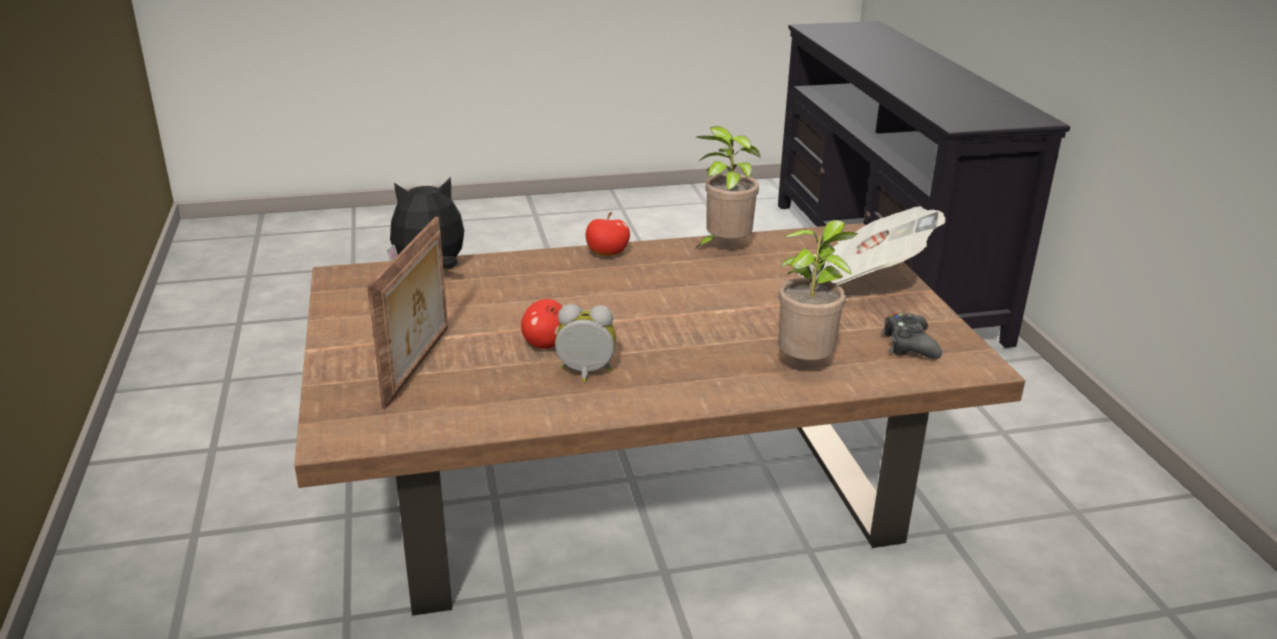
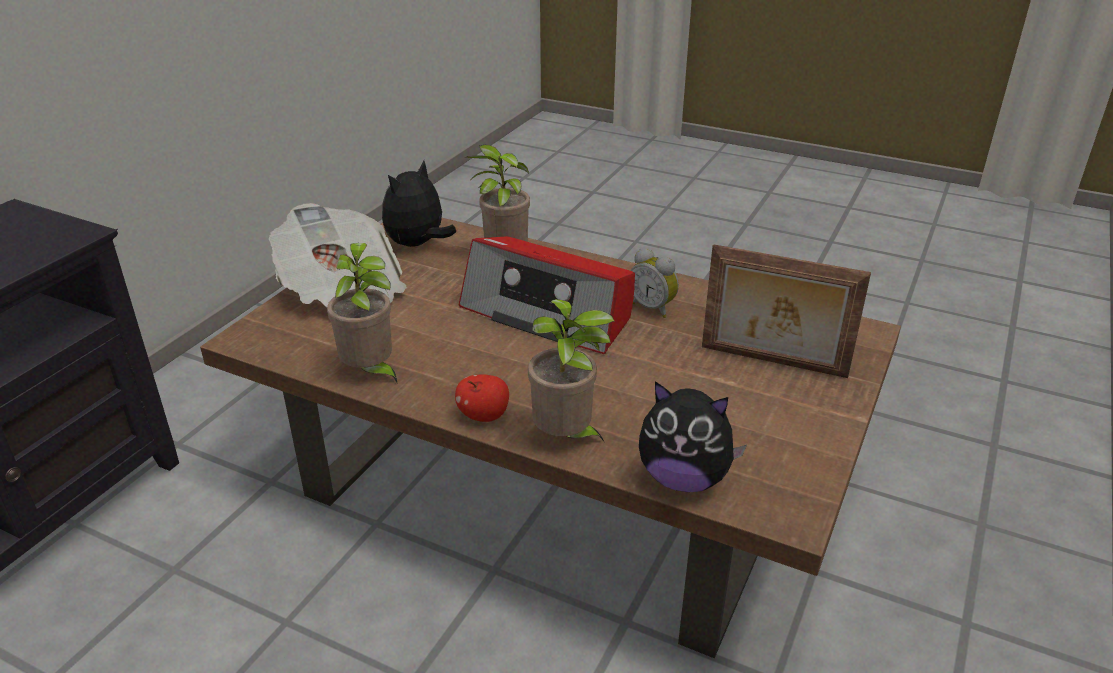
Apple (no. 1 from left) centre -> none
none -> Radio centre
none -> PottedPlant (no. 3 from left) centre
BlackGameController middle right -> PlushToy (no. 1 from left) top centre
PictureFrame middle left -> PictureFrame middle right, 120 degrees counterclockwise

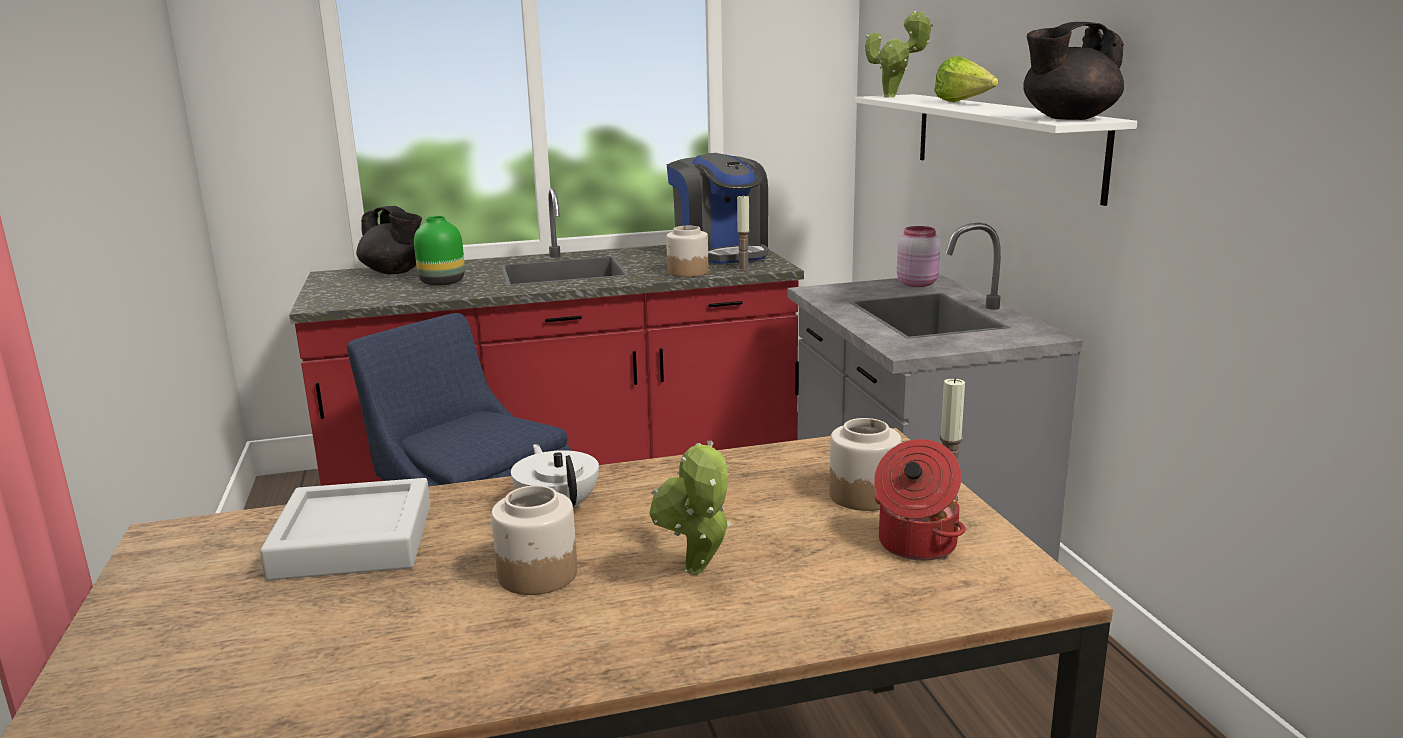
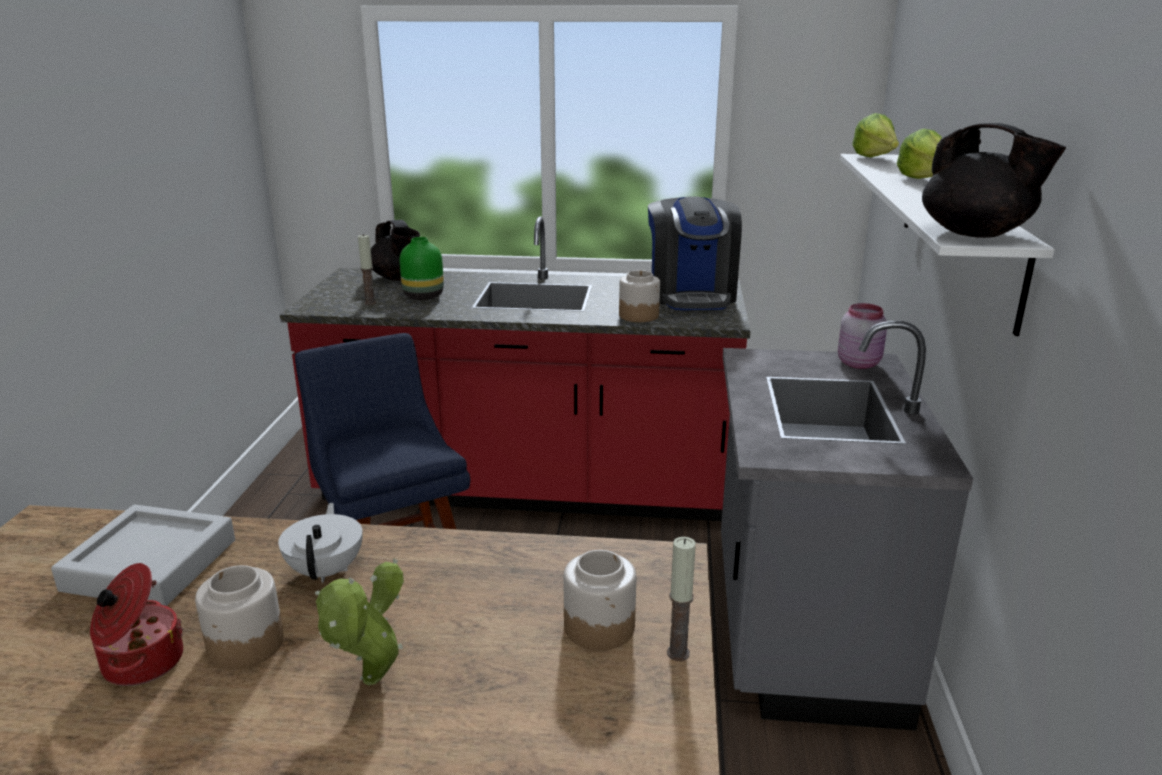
Candle (no. 1 from left) top centre -> Candle (no. 1 from left) middle left, shifted
CookingPot bottom centre -> CookingPot bottom left, shifted
PottedPlant (no. 2 from left) top centre -> Lettuce (no. 1 from left) top right
BlackTeapot (no. 2 from left) top right, 135 degrees counterclockwise

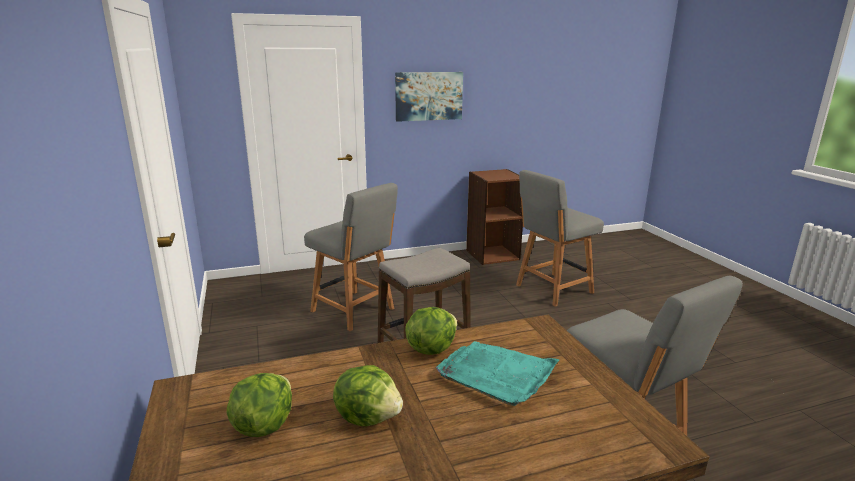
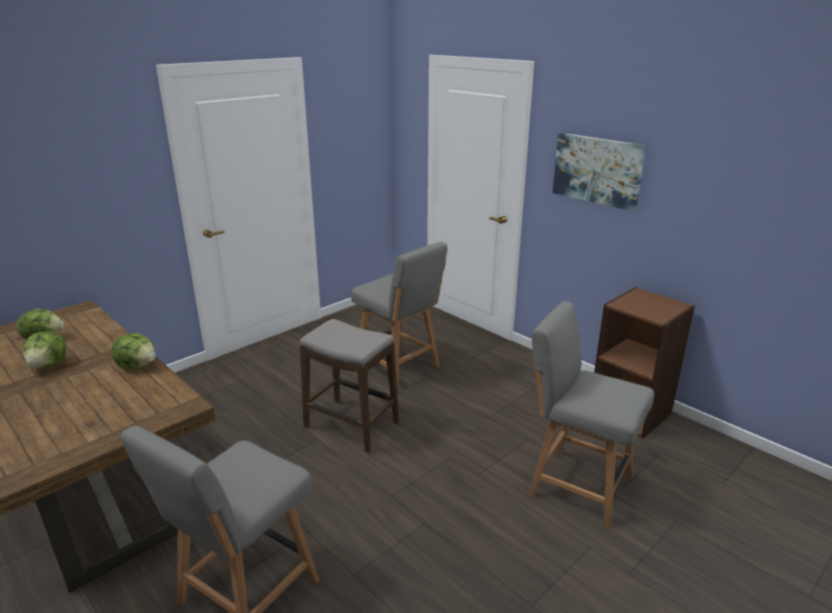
TurquoiseTray bottom centre -> none
GreyChair (no. 1 from left in the first image) centre -> GreyChair (no. 2 from left) centre, 60 degrees counterclockwise

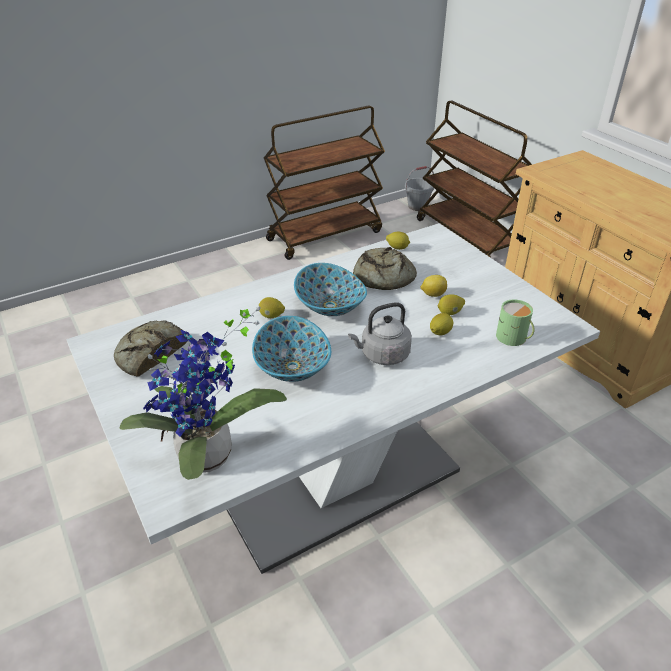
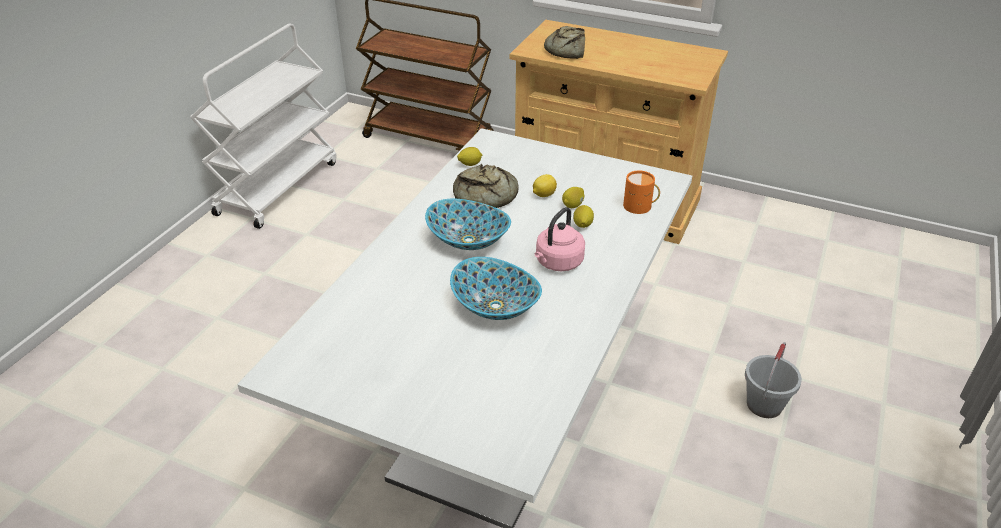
PottedPlant middle left -> none
Lemon (no. 1 from left) centre -> none
Bread (no. 1 from left in the first image) middle left -> Bread (no. 2 from left) top centre, shifted
GreyBucket top centre -> GreyBucket bottom right, shifted
BrownCart (no. 1 from left) top centre -> WhiteCart top left
GreyKettle centre -> PinkKettle centre
GreenMug middle right -> OrangeMug centre

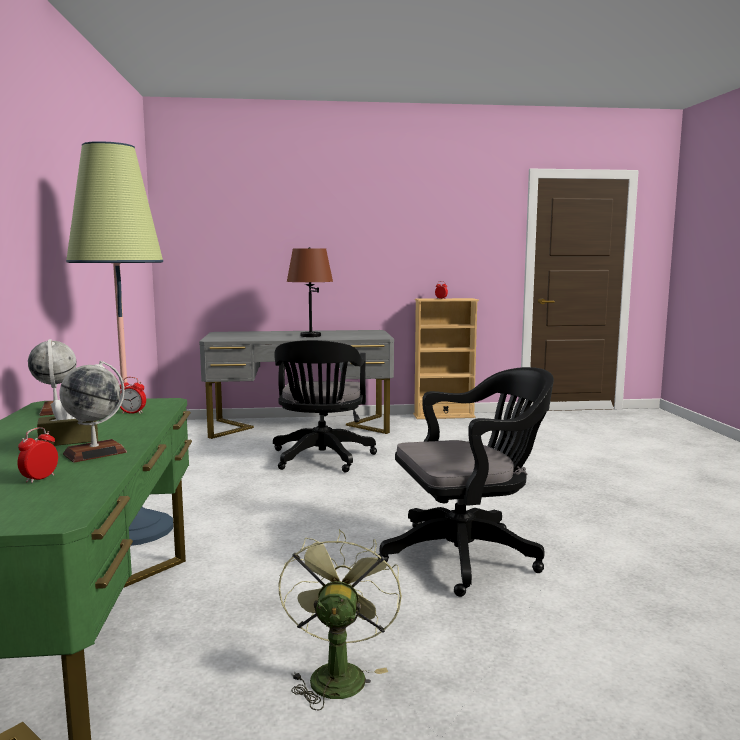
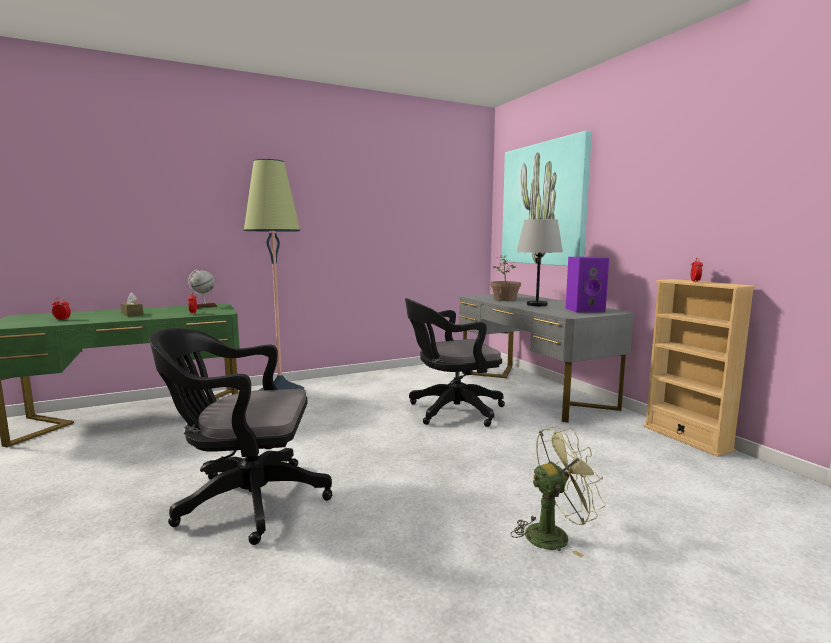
Globe (no. 2 from left) middle left -> none
none -> PottedPlant centre
none -> Picture top centre
none -> PurpleSpeaker middle right
GreenFan bottom centre -> GreenFan bottom right, shifted
BrownTableLamp centre -> GreyTableLamp centre
BlackOfficeChair (no. 2 from left in the first image) centre -> BlackOfficeChair (no. 1 from left) bottom left, 120 degrees clockwise

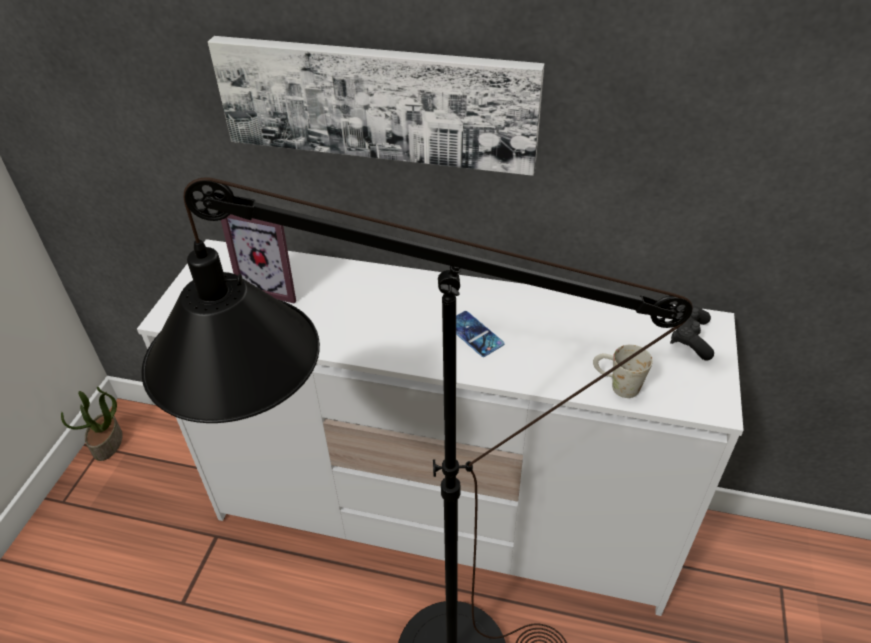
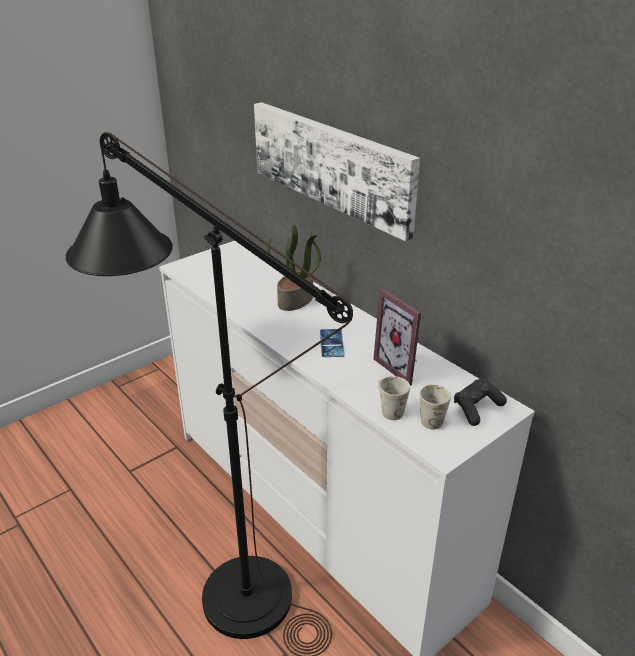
none -> WhiteMug (no. 2 from left) middle right
PottedPlant middle left -> PottedPlant centre, shifted
PictureFrame middle left -> PictureFrame centre, shifted

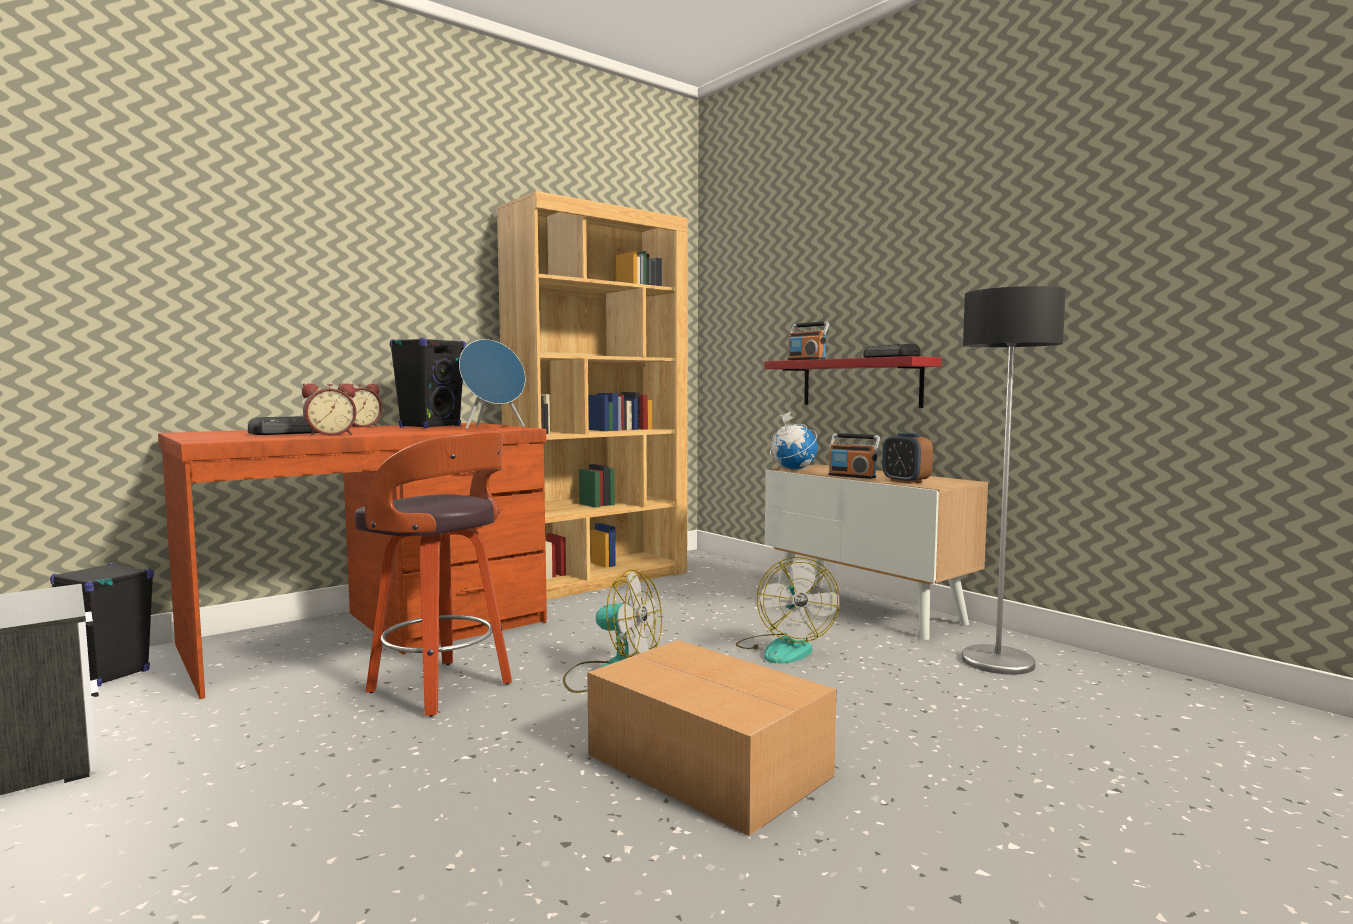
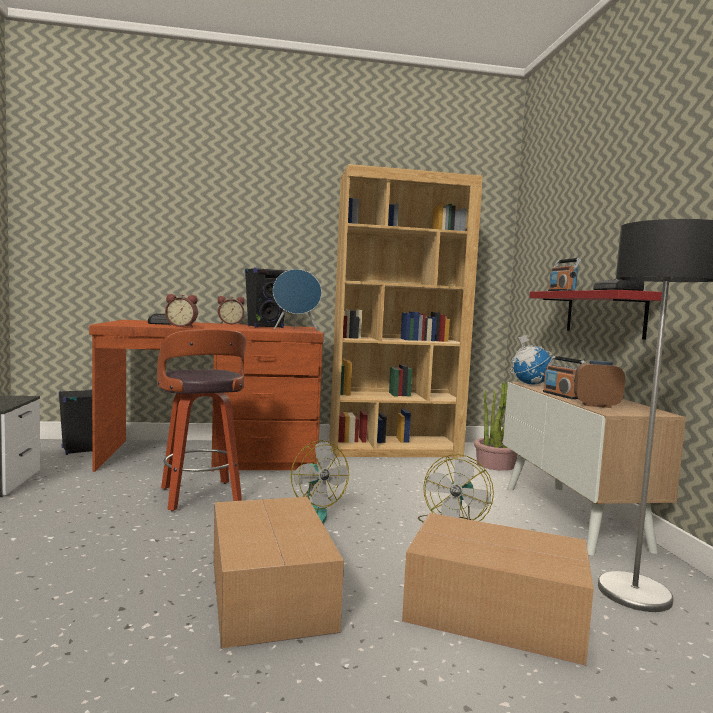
none -> CardboardBox (no. 2 from left) bottom right
none -> PottedPlant middle right
AlarmClock (no. 3 from left) middle right, 105 degrees clockwise

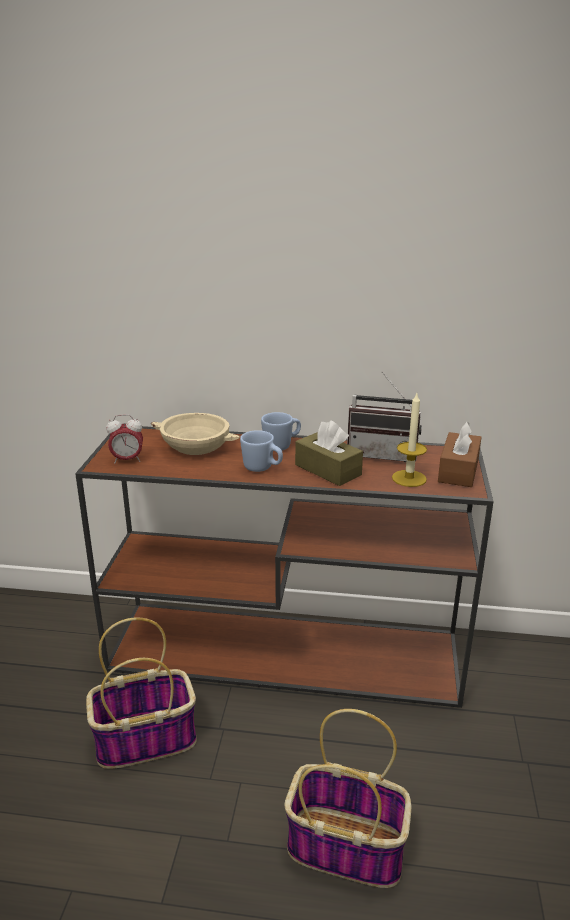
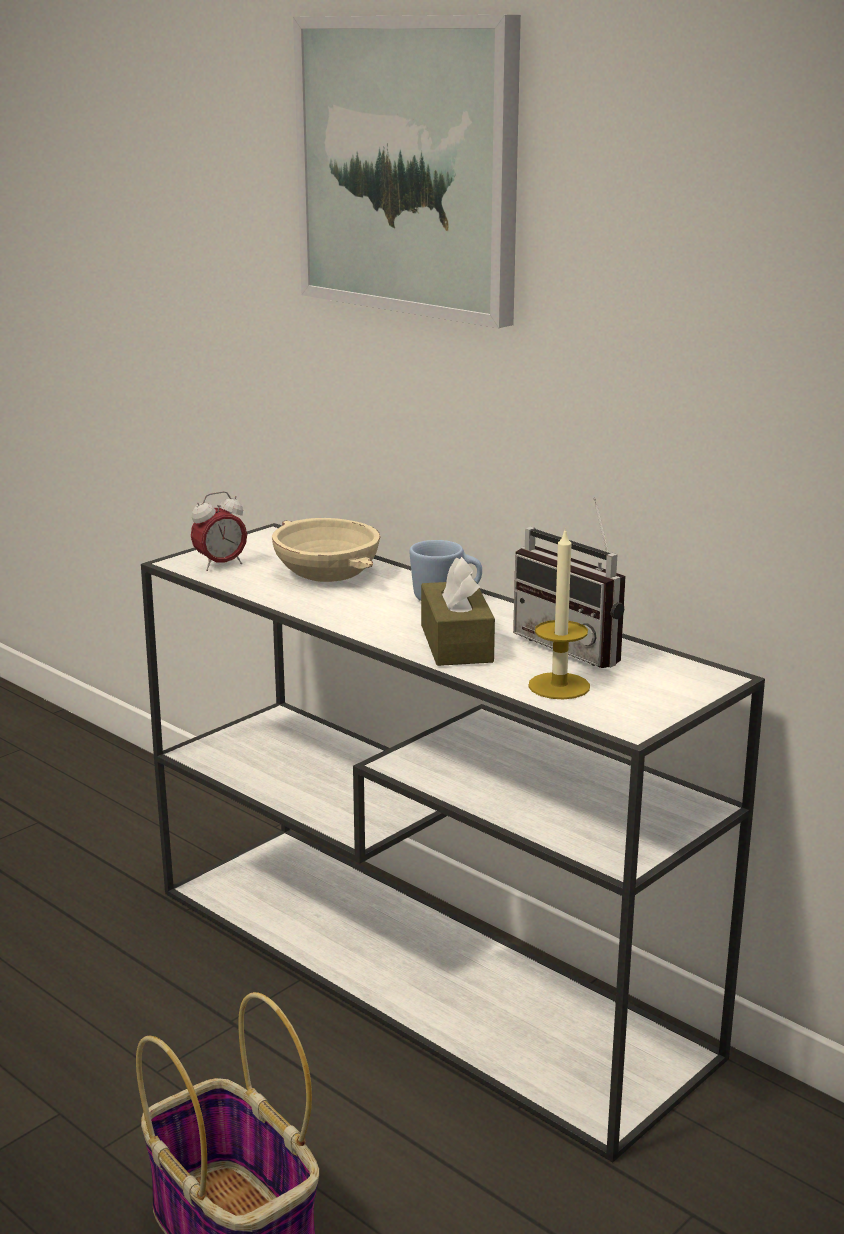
Basket (no. 1 from left) bottom left -> none
BlueMug (no. 1 from left) centre -> none
BrownTissueBox (no. 2 from left) middle right -> none
none -> Picture top centre
BrownConsoleTable centre -> WhiteConsoleTable bottom centre
AlarmClock middle left, 60 degrees counterclockwise

